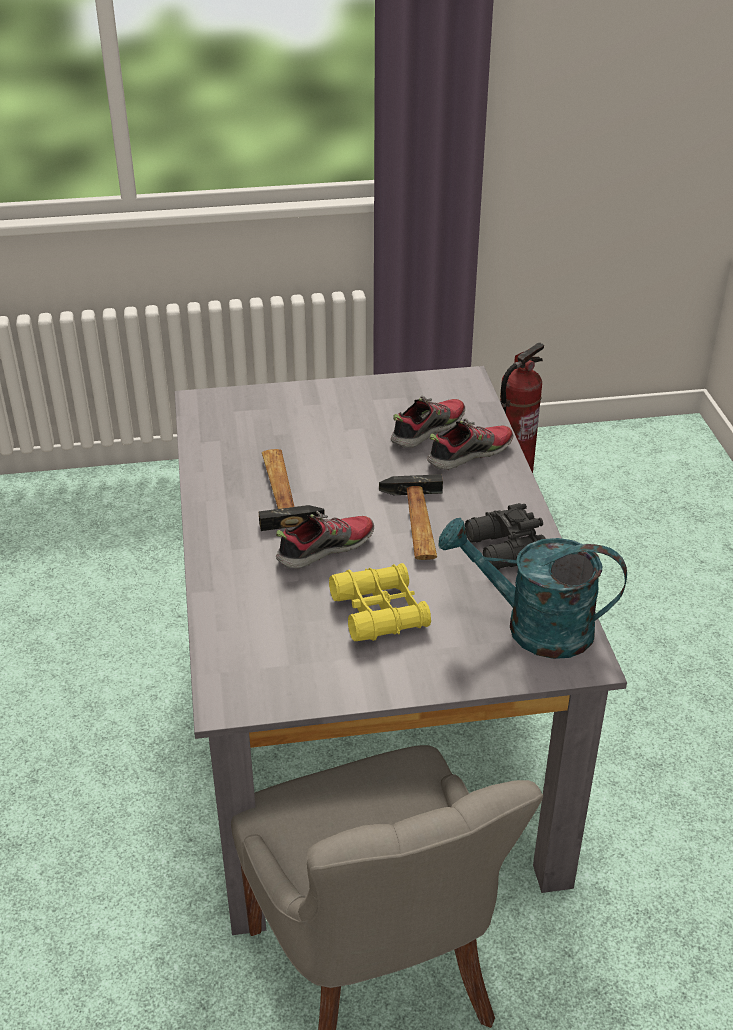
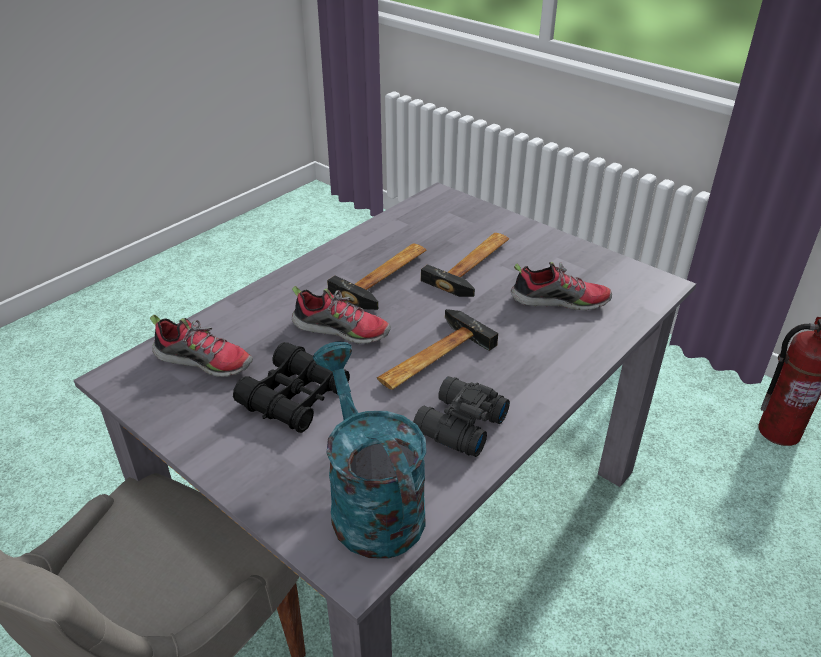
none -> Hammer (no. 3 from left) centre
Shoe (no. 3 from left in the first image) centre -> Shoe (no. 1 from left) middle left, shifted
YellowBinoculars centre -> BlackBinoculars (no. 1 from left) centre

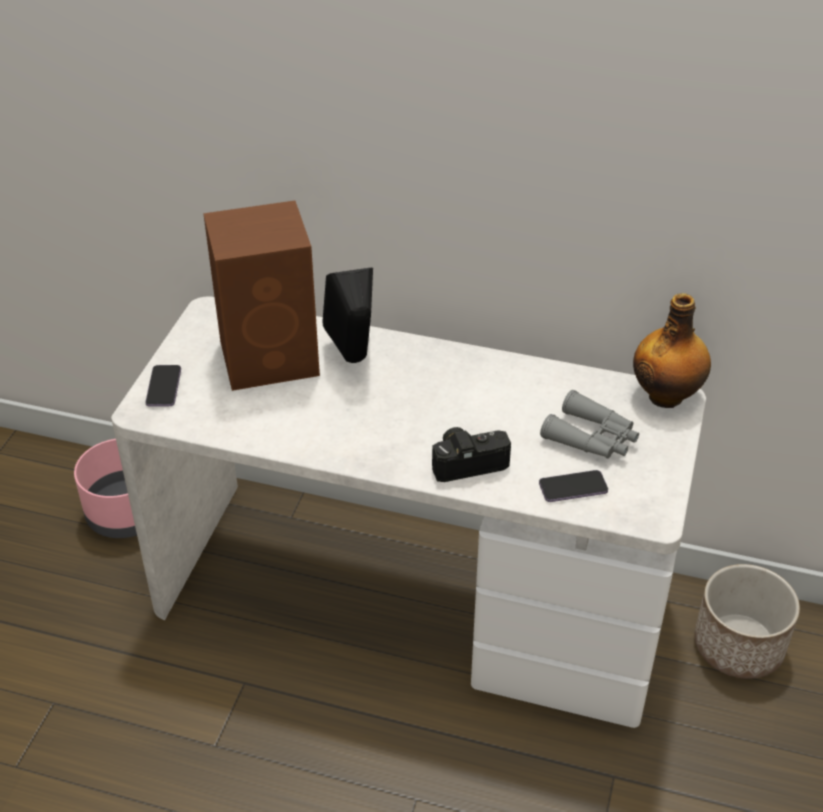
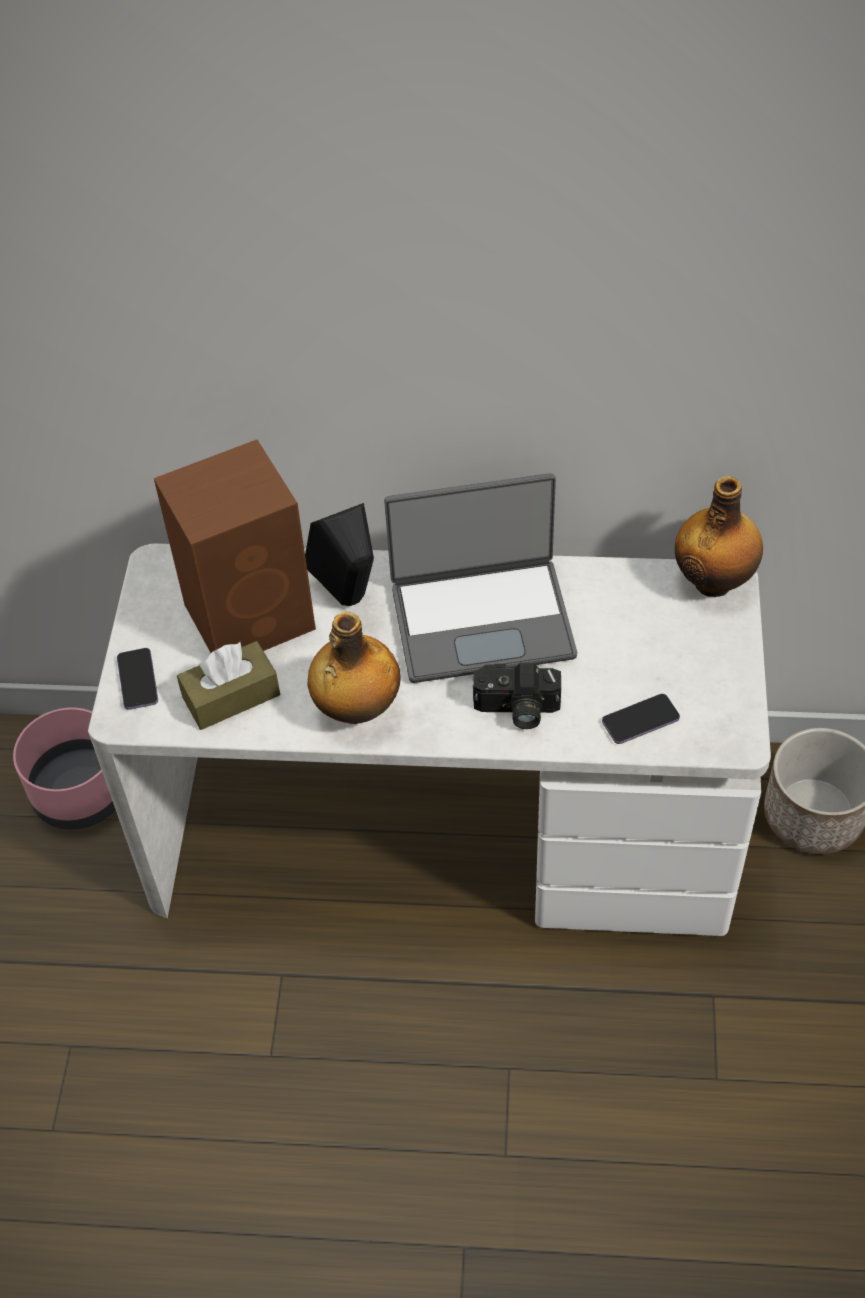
GreyBinoculars middle right -> none
none -> BrownTissueBox middle left
none -> Bottle (no. 1 from left) centre
none -> Laptop centre
PhotoCamera centre, 150 degrees counterclockwise

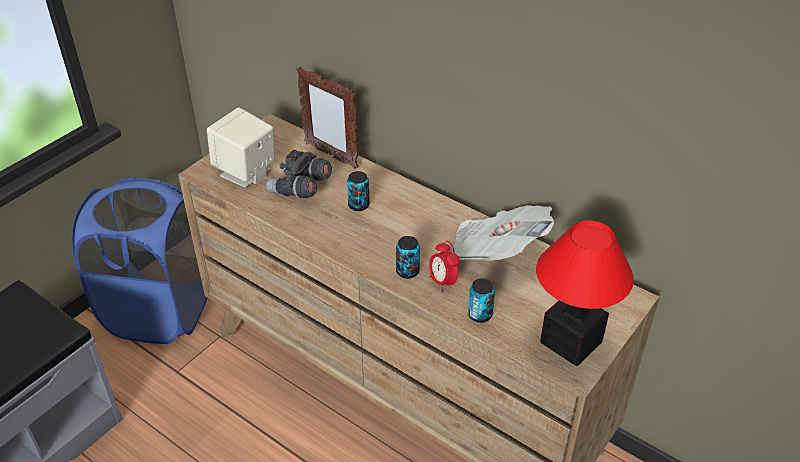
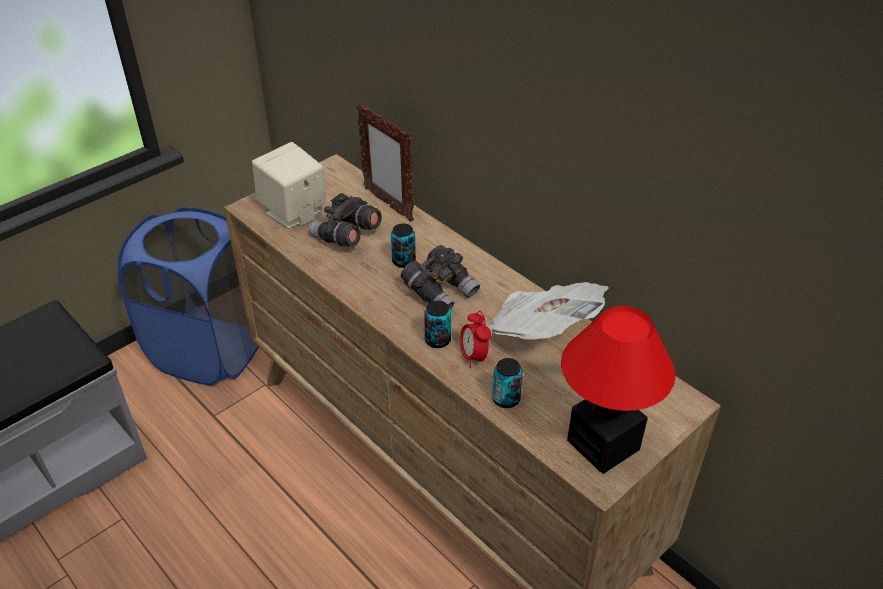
none -> GreyBinoculars (no. 2 from left) centre

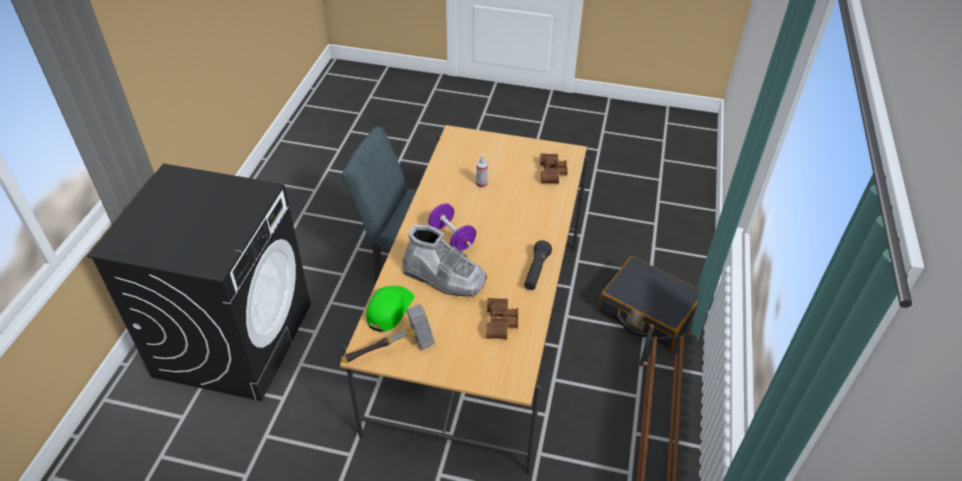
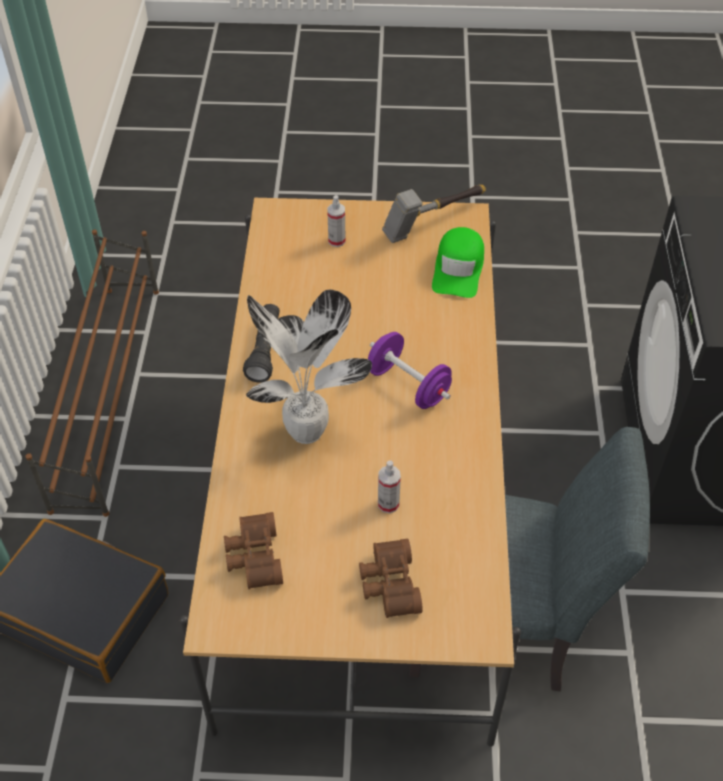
GreyBoot centre -> none
none -> PottedPlant centre
none -> SprayBottle (no. 1 from left) top centre
BrownBinoculars (no. 1 from left in the first image) centre -> BrownBinoculars (no. 2 from left) bottom centre, shifted

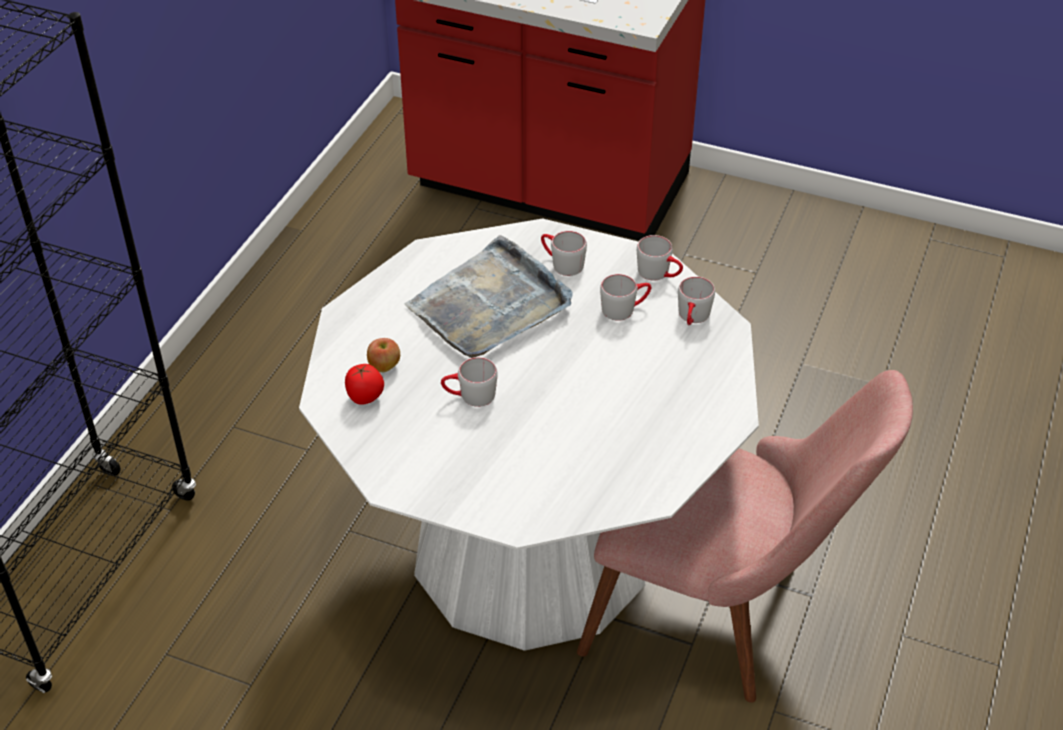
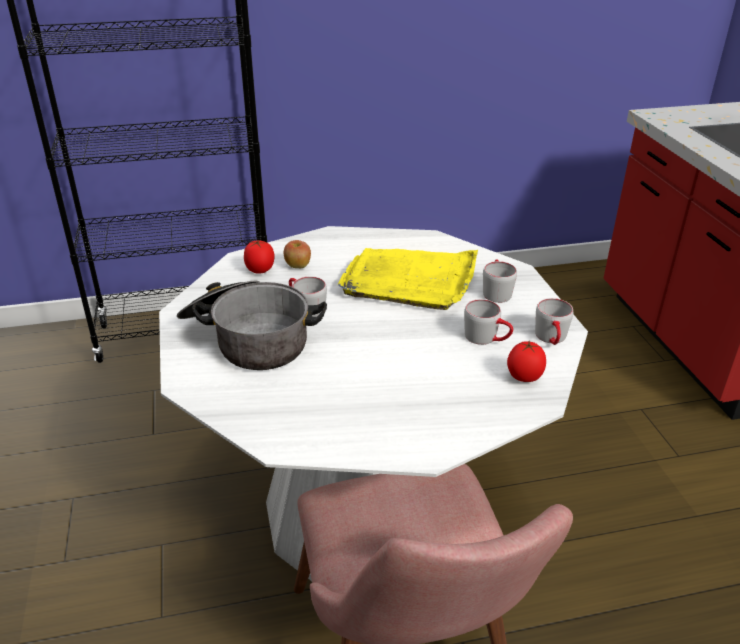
none -> CookingPot centre
GreyMug (no. 5 from left) centre -> Tomato (no. 2 from left) middle right
GreyTray centre -> YellowTray centre

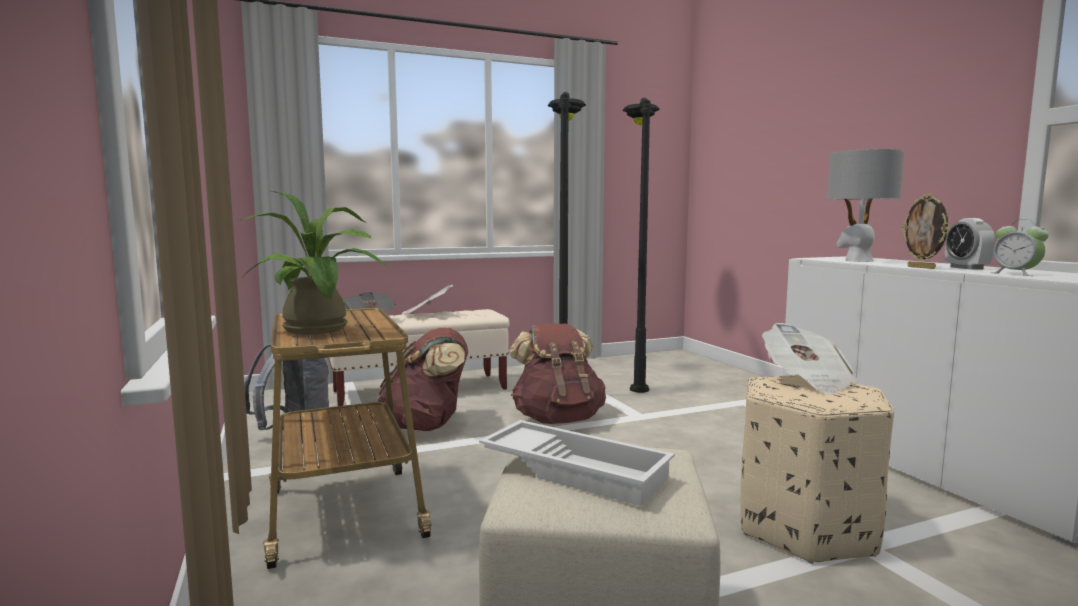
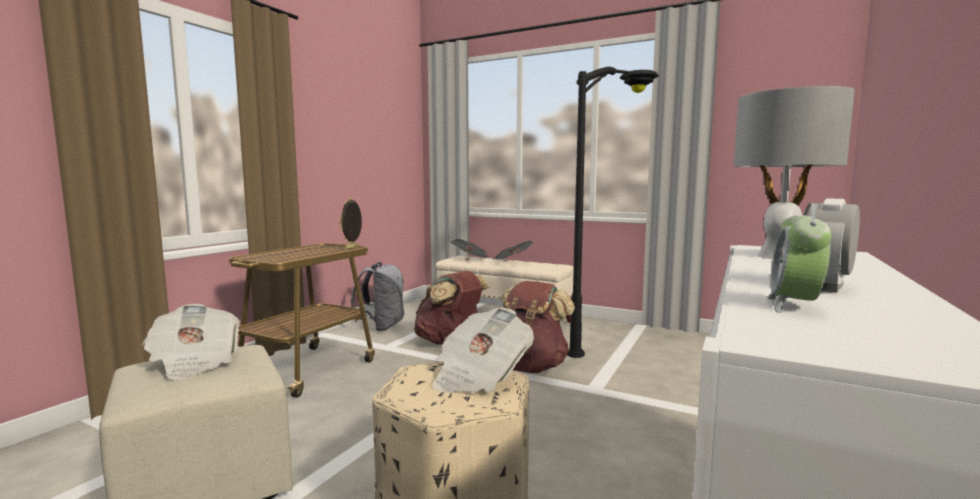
PottedPlant middle left -> none
BlackFloorLamp (no. 2 from left) centre -> none
PictureFrame middle right -> PictureFrame centre, shifted
WhiteTray bottom centre -> Newspaper (no. 1 from left) bottom left

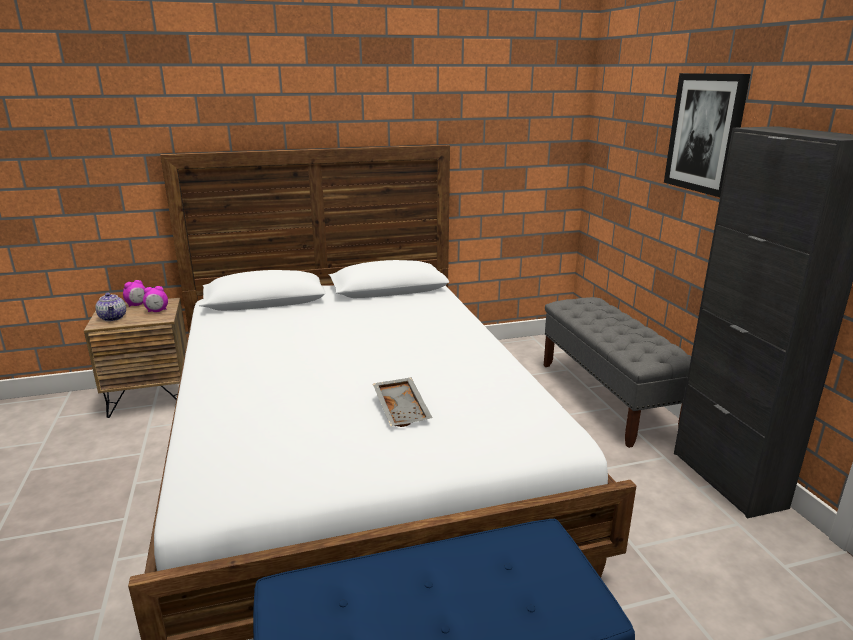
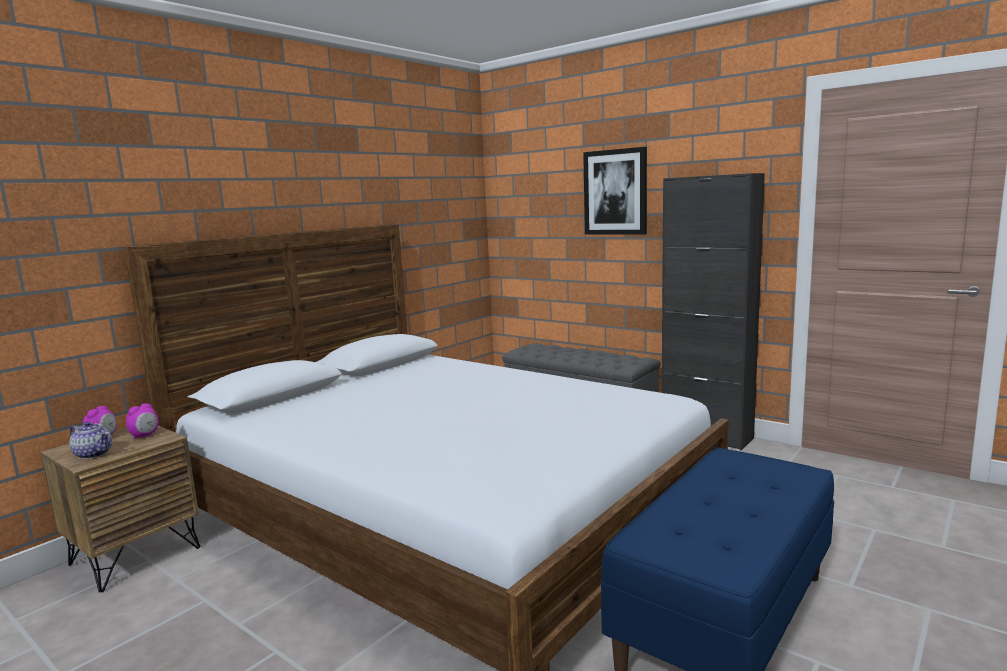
GreyTray centre -> none

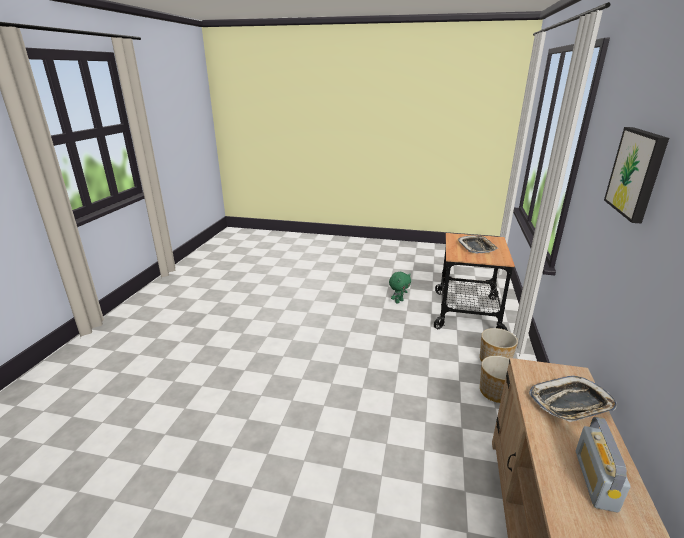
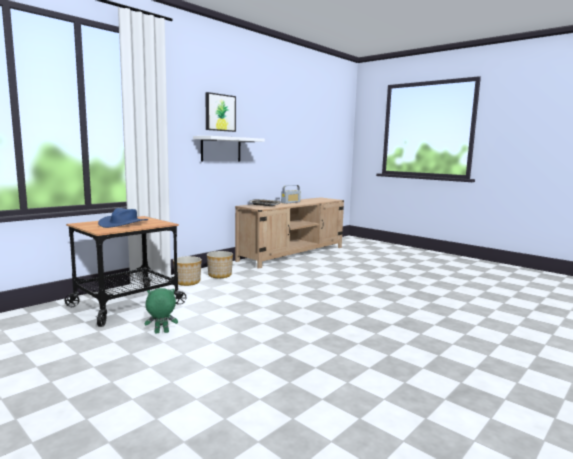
none -> WhiteShelf top centre
Tray (no. 1 from left) middle right -> BlueHat middle left

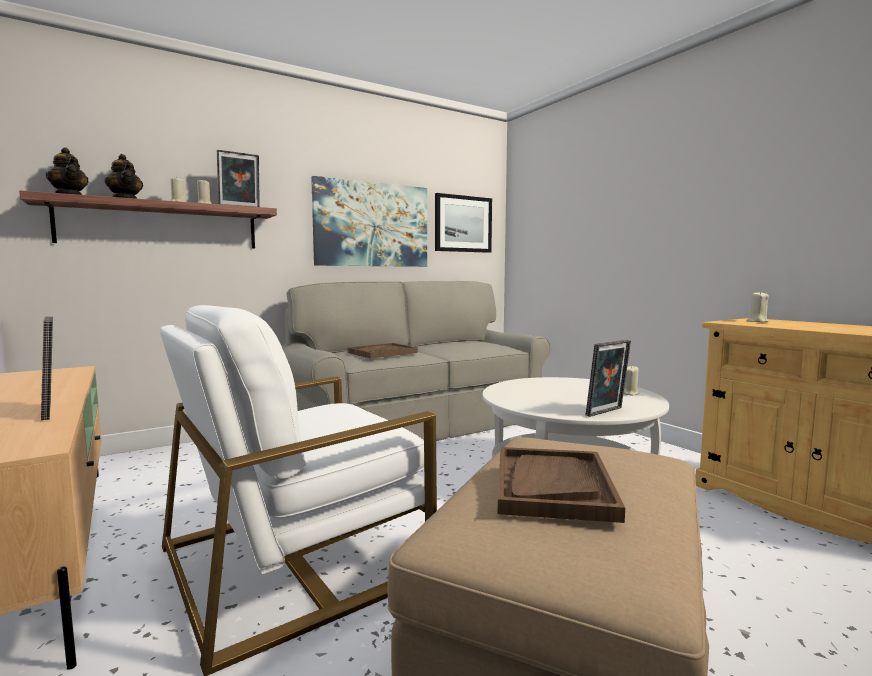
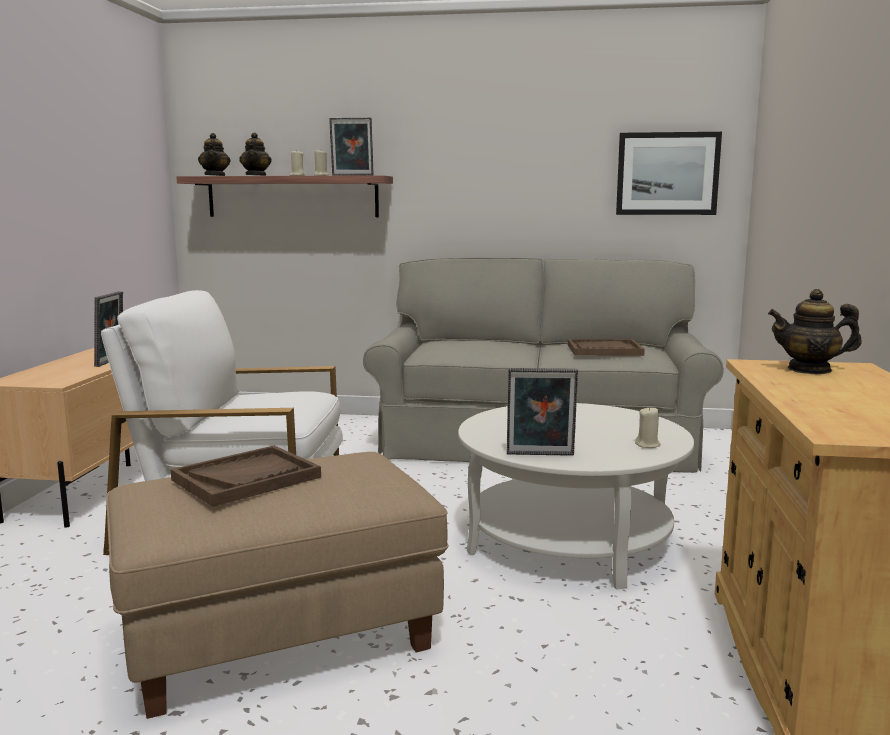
Picture (no. 1 from left) top centre -> none
BrownTray (no. 1 from left in the first image) centre -> BrownTray (no. 2 from left) middle right, shifted
BeigeCandle (no. 4 from left) middle right -> Teapot (no. 3 from left) middle right

